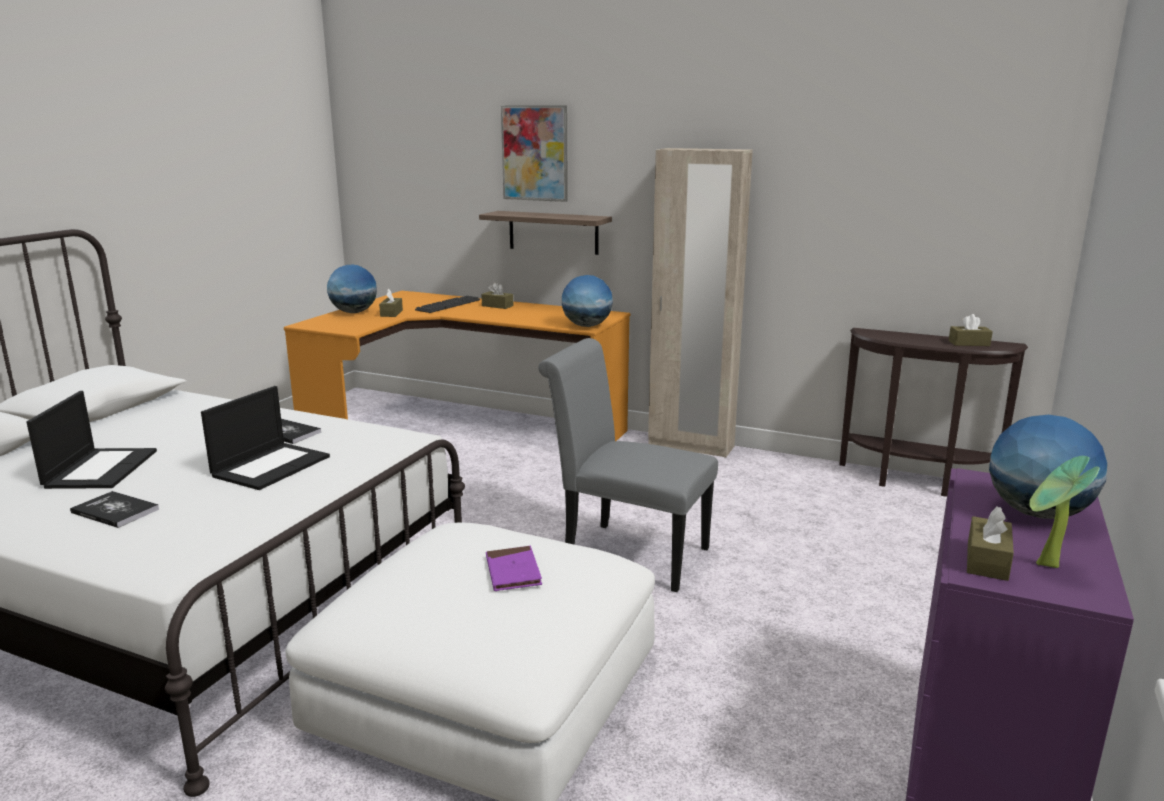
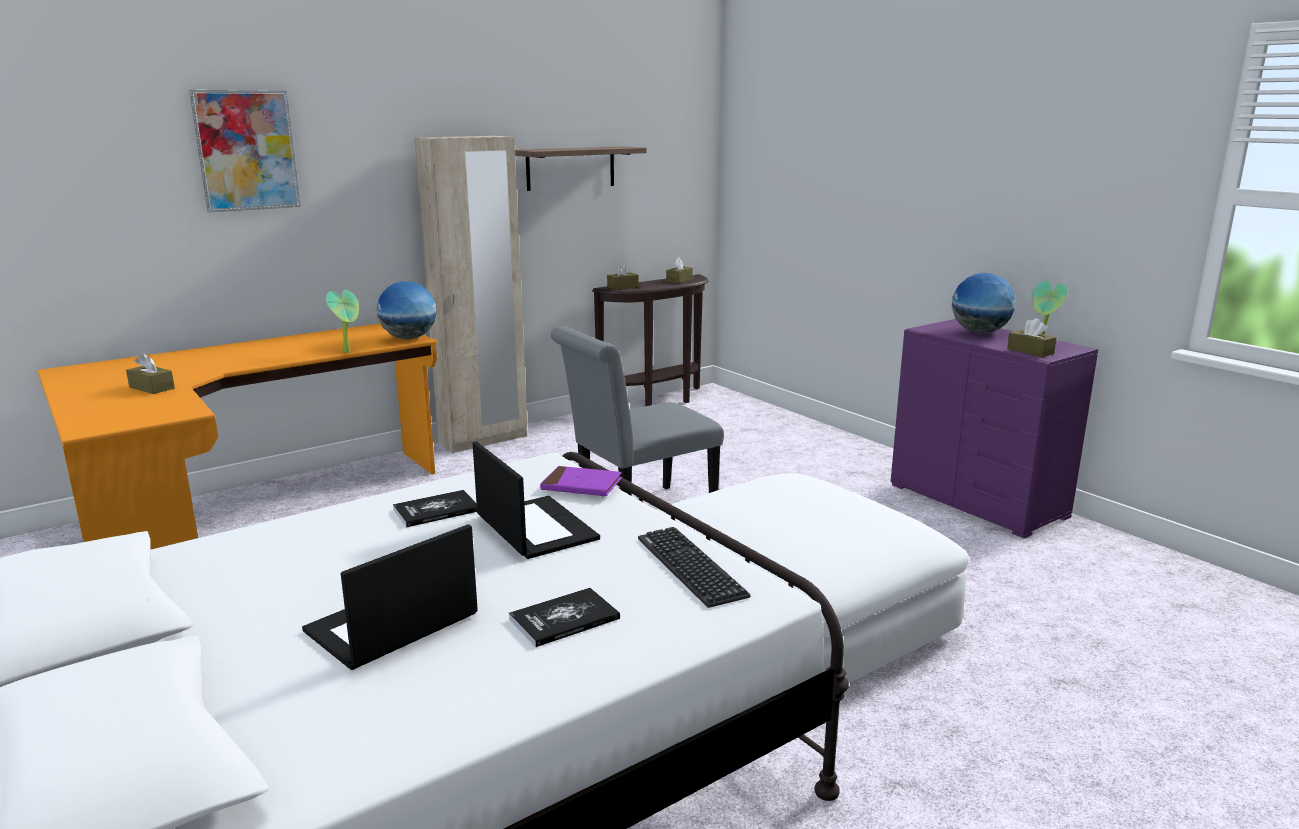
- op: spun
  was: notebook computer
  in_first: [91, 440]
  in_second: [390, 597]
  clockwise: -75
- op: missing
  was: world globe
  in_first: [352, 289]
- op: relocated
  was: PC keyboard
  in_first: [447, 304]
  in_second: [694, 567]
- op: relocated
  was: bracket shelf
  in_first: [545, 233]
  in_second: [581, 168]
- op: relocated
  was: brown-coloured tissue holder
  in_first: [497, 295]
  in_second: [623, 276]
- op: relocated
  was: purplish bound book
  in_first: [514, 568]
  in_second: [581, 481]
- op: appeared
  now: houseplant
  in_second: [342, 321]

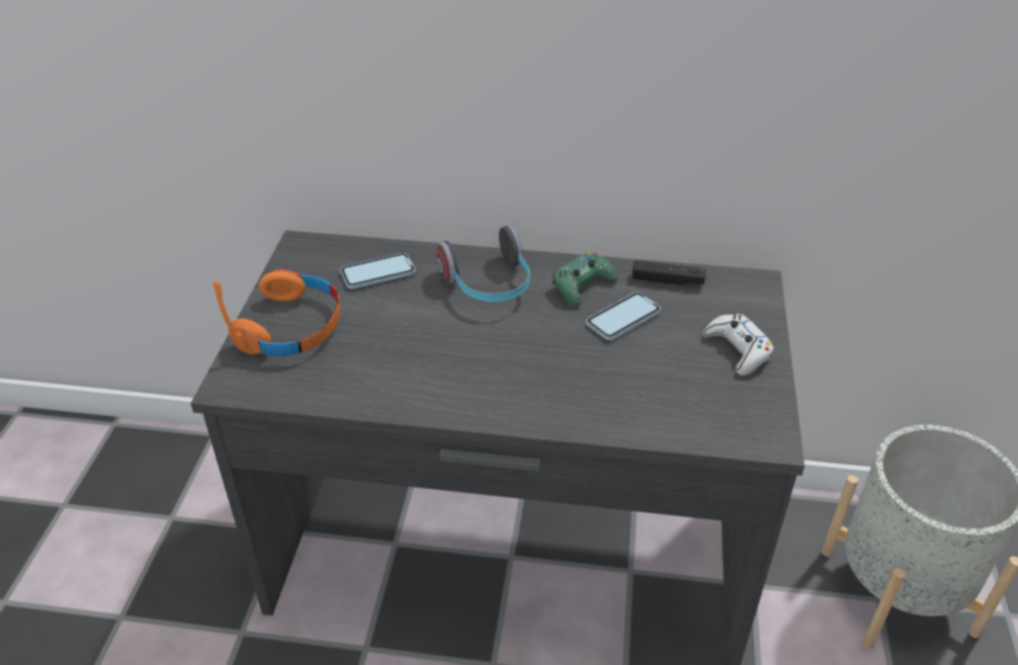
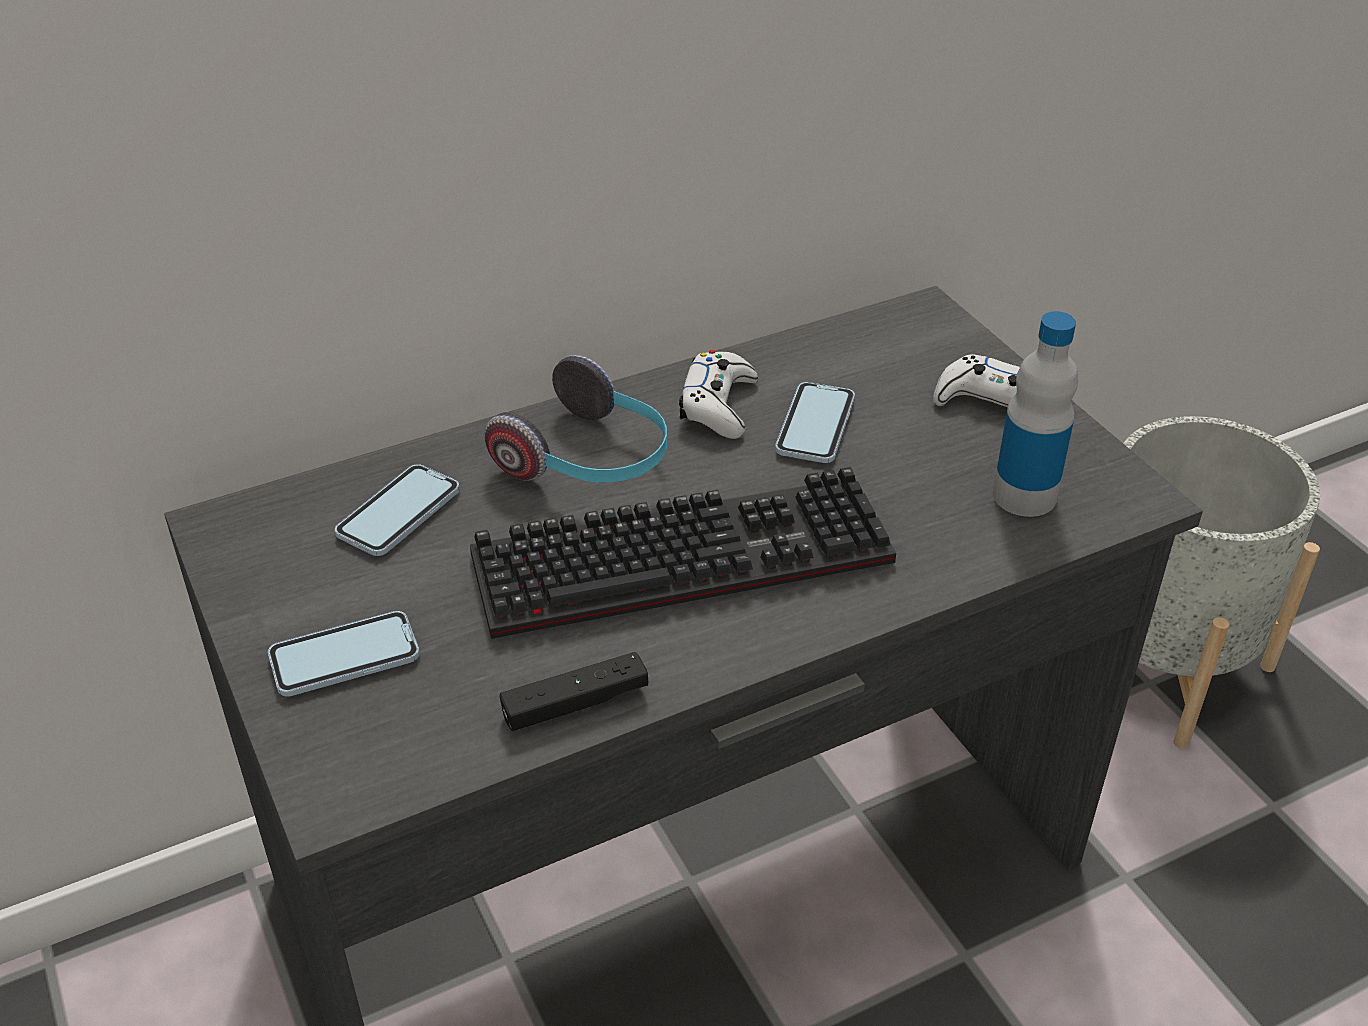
- op: exchanged
  was: orange-coloured headset
  now: telephone
  in_first: [277, 312]
  in_second: [344, 653]
- op: colour
  was: green-coloured gamepad
  now: white-coloured gamepad
  in_first: [584, 280]
  in_second: [718, 394]
- op: relocated
  was: blackish gamepad
  in_first: [669, 272]
  in_second: [573, 691]
- op: appeared
  now: PC keyboard
  in_second: [683, 553]
- op: appeared
  now: beverage bottle
  in_second: [1035, 414]

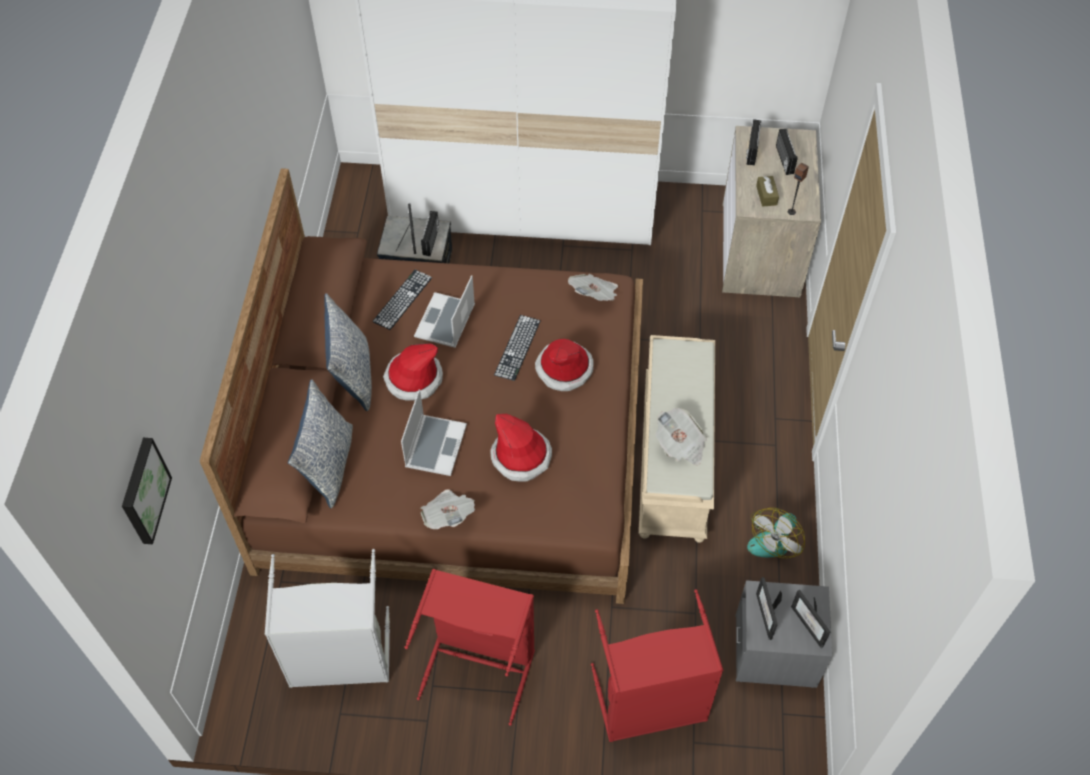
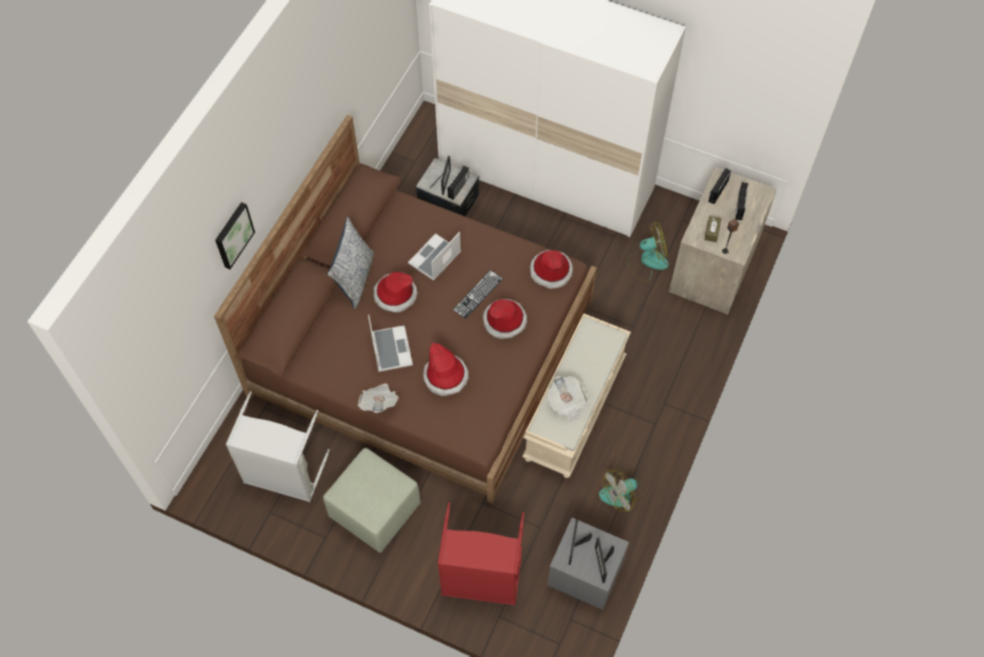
- op: relocated
  was: wall picture
  in_first: [147, 491]
  in_second: [235, 235]
- op: missing
  was: pillow
  in_first: [320, 443]
- op: missing
  was: PC keyboard
  in_first: [402, 300]
- op: spun
  was: notebook computer
  in_first: [434, 432]
  in_second: [390, 343]
  clockwise: -45
- op: exchanged
  was: red hamper
  now: green-coloured footrest
  in_first: [470, 647]
  in_second: [372, 500]
- op: exchanged
  was: daily paper
  now: wearable hat
  in_first: [593, 287]
  in_second: [551, 269]
- op: appeared
  now: electric fan
  in_second: [648, 252]

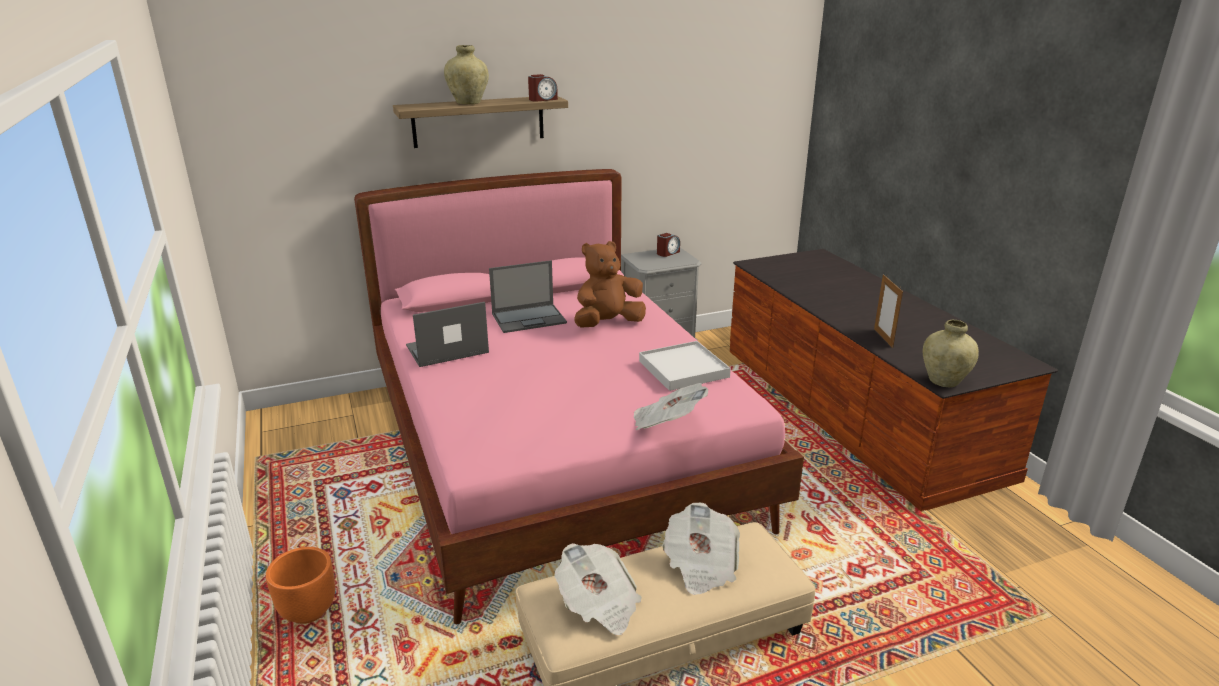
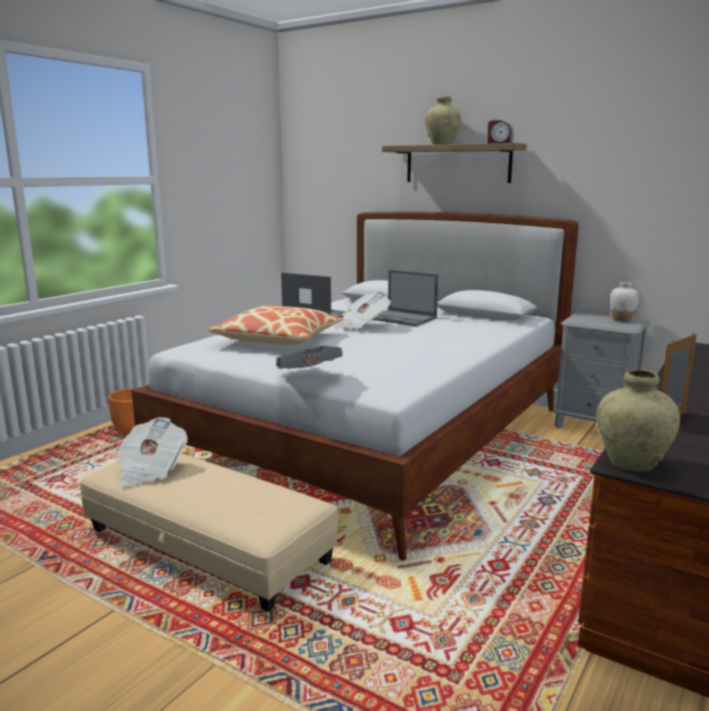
- op: colour
  was: pink bed
  now: white-coloured bed
  in_first: [579, 396]
  in_second: [355, 386]
- op: missing
  was: brown-coloured soft toy
  in_first: [610, 284]
- op: missing
  was: white-coloured carrying tray
  in_first: [685, 366]
- op: exchanged
  was: bedside clock
  now: white-coloured flower vase
  in_first: [668, 245]
  in_second: [624, 302]
- op: relocated
  was: daily paper
  in_first: [701, 548]
  in_second: [363, 310]
- op: appeared
  now: pillow
  in_second: [275, 325]

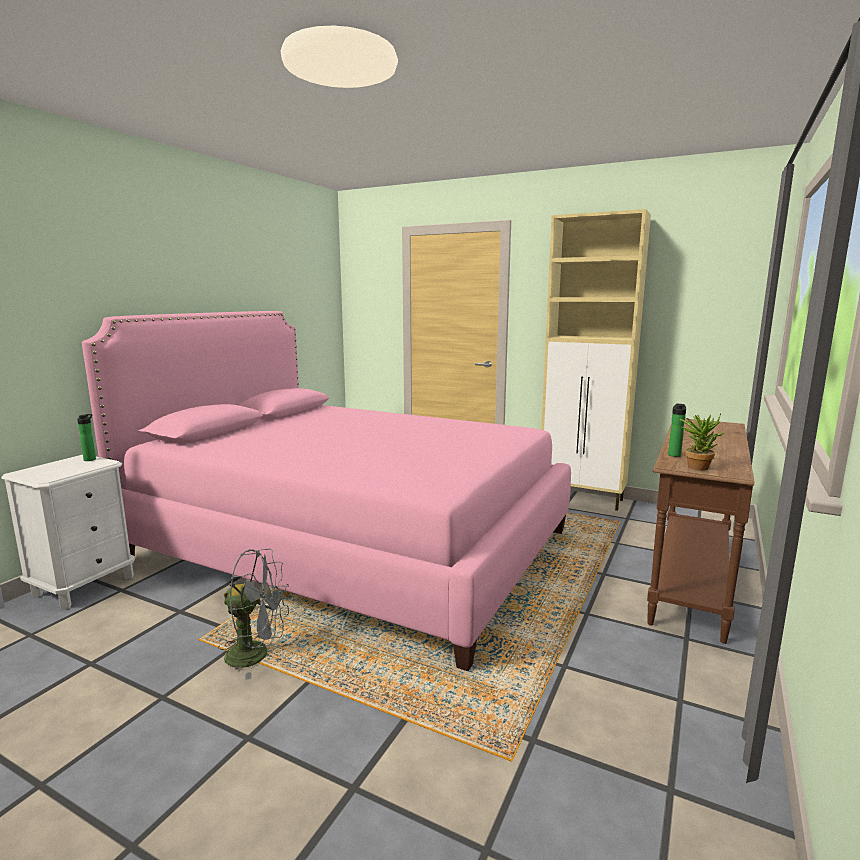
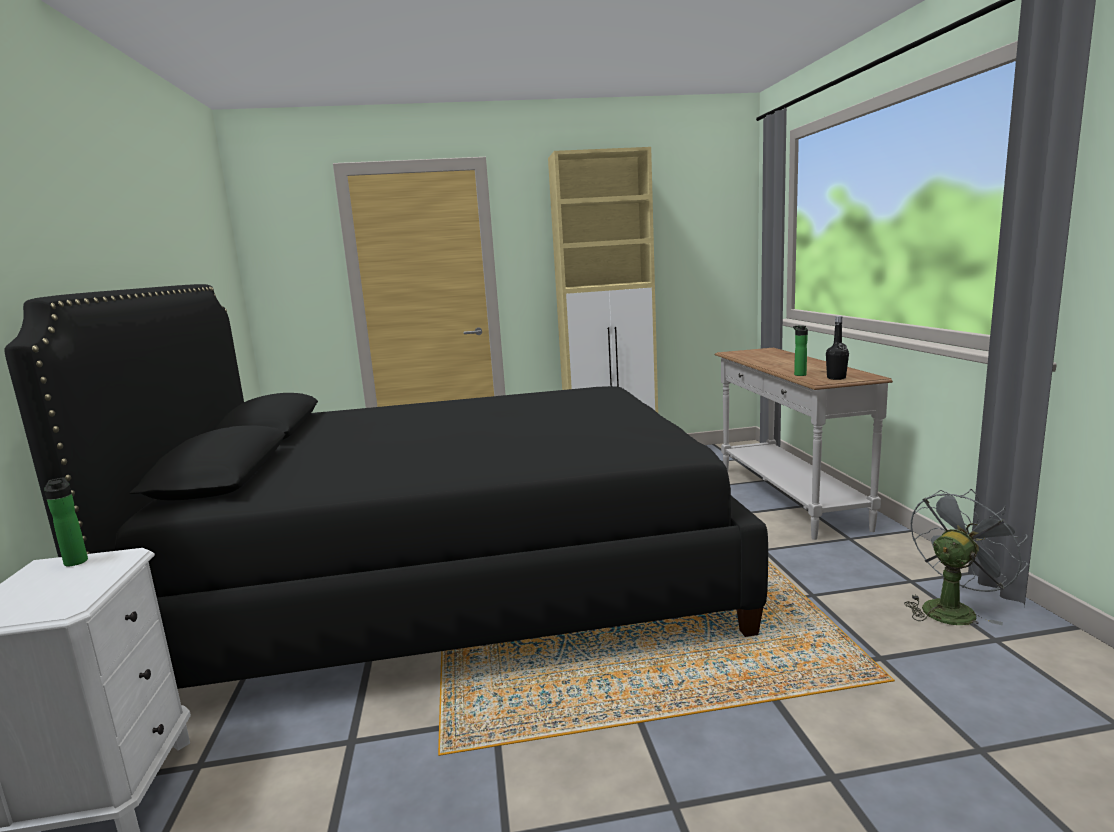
- op: colour
  was: pink bed
  now: blackish bed
  in_first: [326, 491]
  in_second: [386, 486]
- op: relocated
  was: greyish electric fan
  in_first: [253, 614]
  in_second: [966, 557]
- op: colour
  was: brown-coloured narrow table
  now: white-coloured narrow table
  in_first: [700, 531]
  in_second: [804, 444]
- op: exchanged
  was: houseplant
  now: blackish beverage bottle
  in_first: [702, 442]
  in_second: [837, 348]

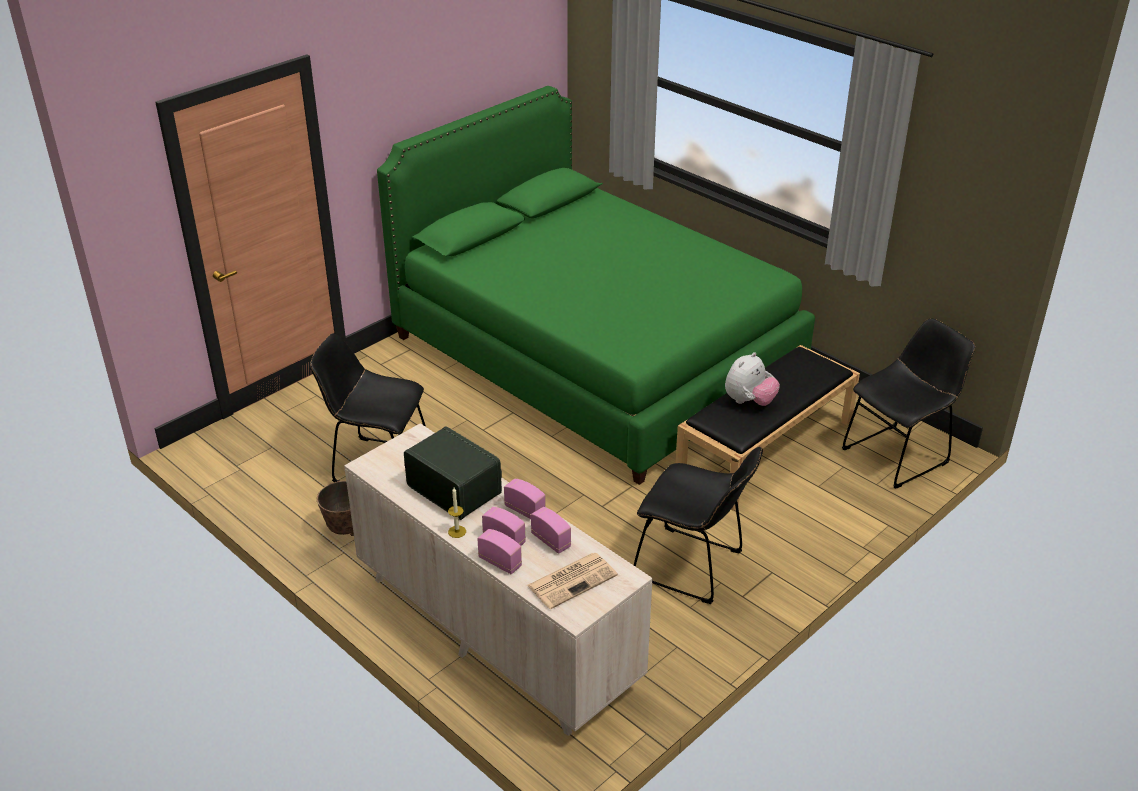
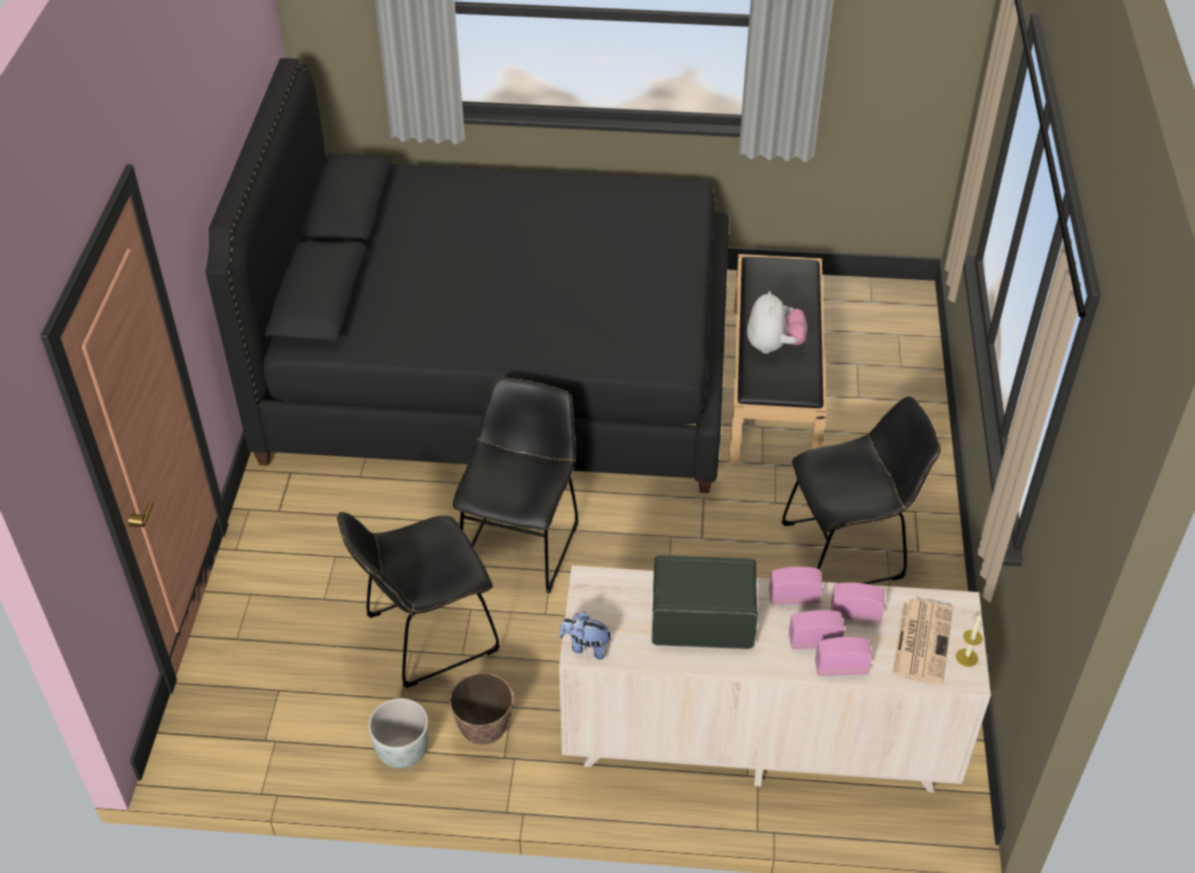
- op: colour
  was: green-coloured bed
  now: blackish bed
  in_first: [596, 285]
  in_second: [467, 275]
- op: relocated
  was: candle
  in_first: [457, 513]
  in_second: [969, 640]
- op: relocated
  was: blackish upright chair
  in_first: [908, 403]
  in_second: [516, 485]
- op: appeared
  now: greyish plant pot
  in_second: [398, 733]
- op: appeared
  now: soft toy
  in_second: [586, 636]

